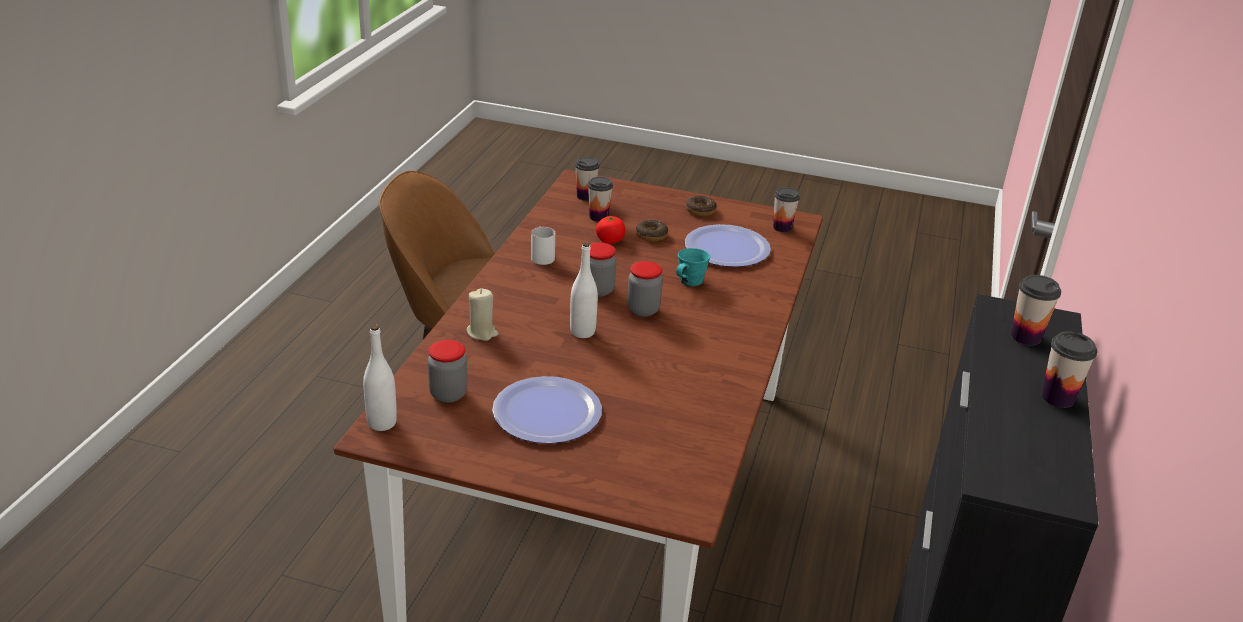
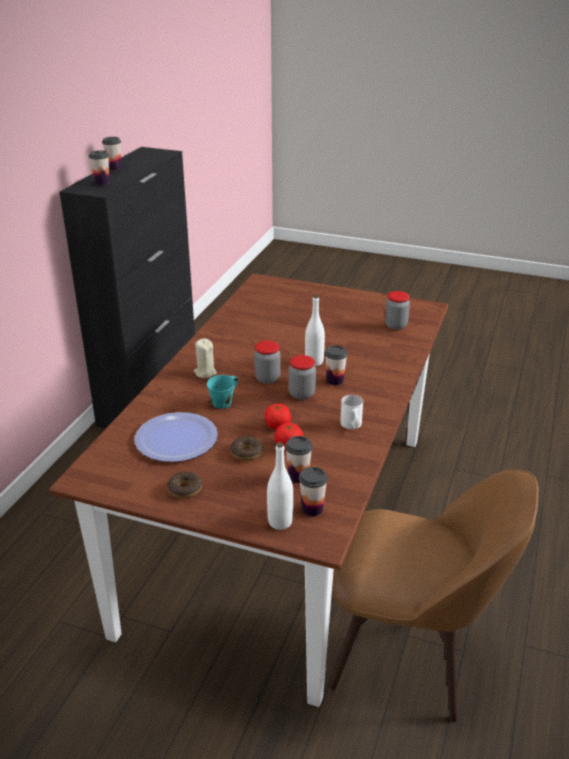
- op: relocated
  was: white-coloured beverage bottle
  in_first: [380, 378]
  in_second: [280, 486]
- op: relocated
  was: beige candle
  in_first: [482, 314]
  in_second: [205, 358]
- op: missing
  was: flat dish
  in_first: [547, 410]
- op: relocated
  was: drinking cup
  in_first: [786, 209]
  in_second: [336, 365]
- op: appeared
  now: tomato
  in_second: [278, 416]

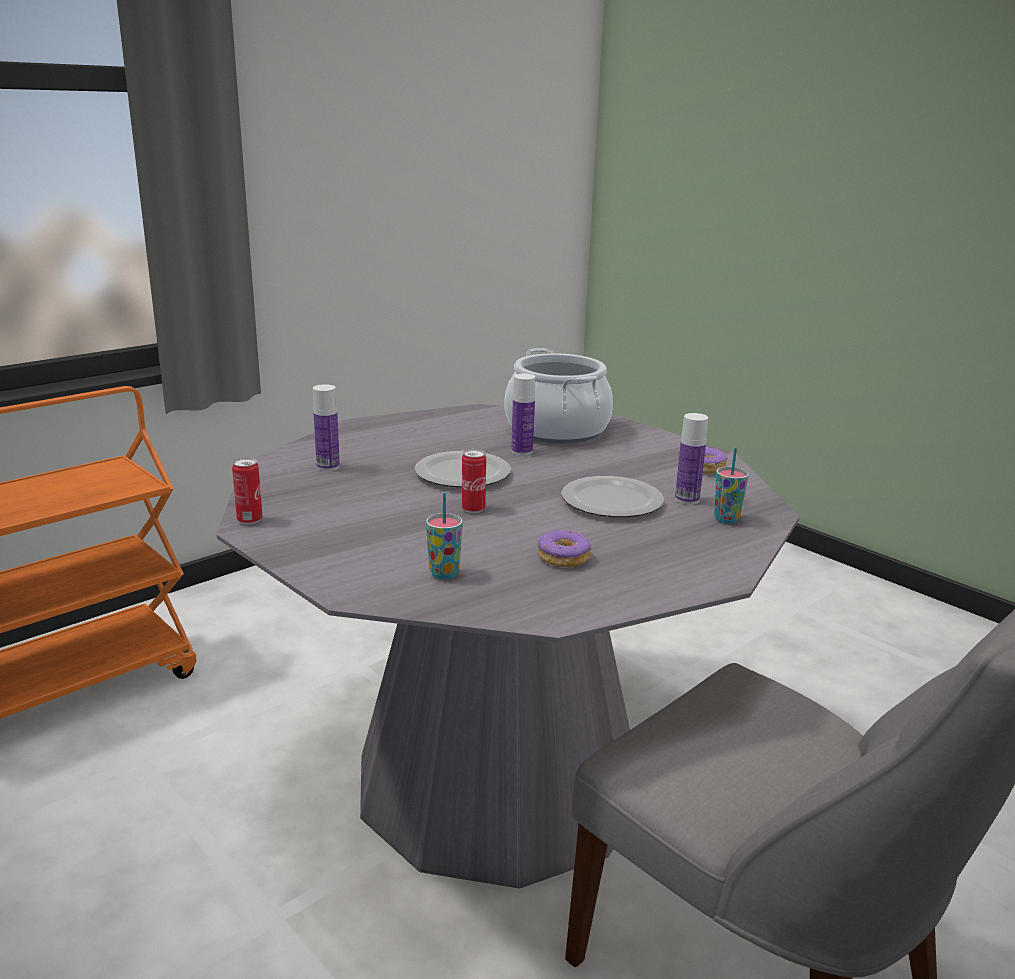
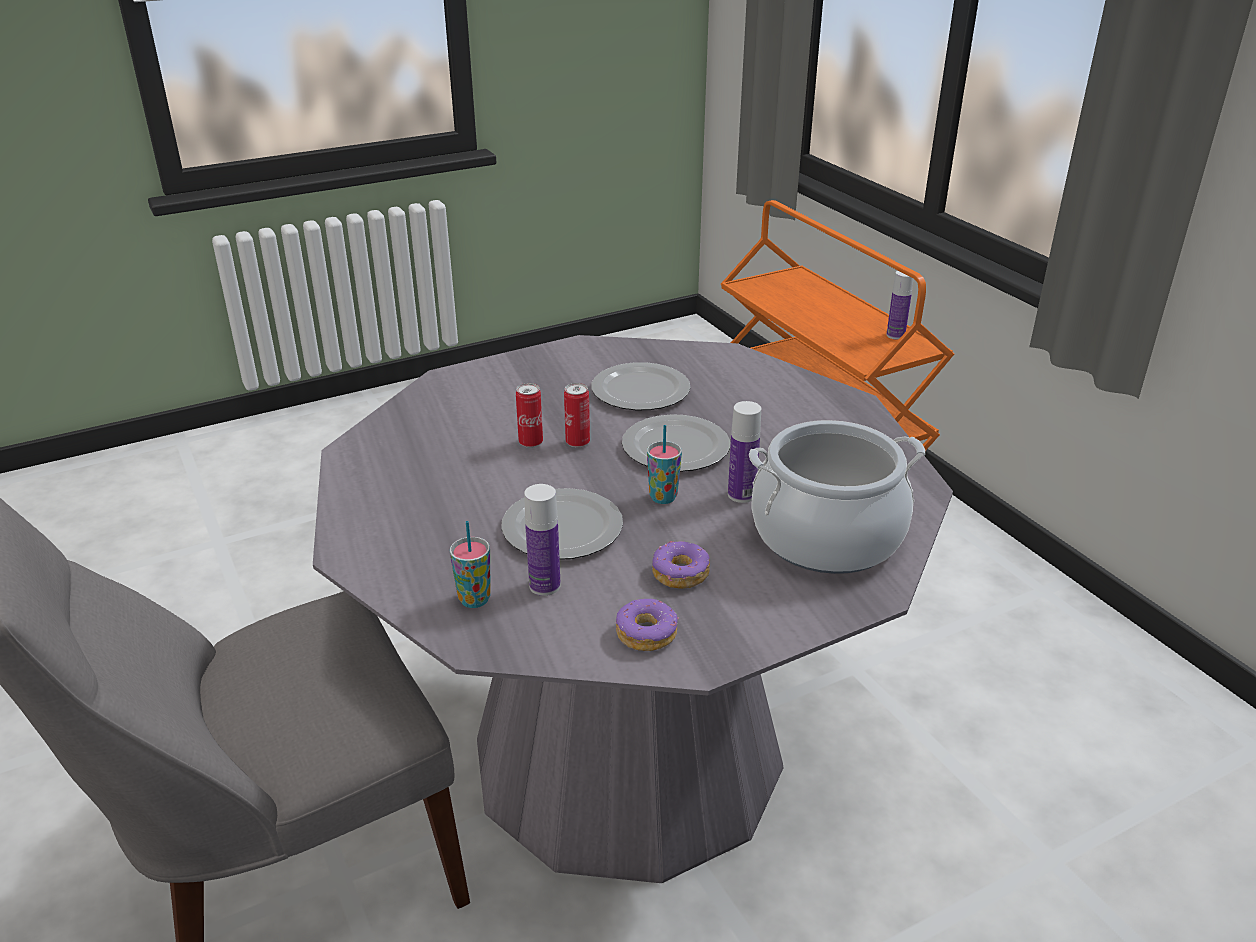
- op: relocated
  was: can
  in_first: [247, 490]
  in_second: [529, 415]
- op: relocated
  was: beverage bottle
  in_first: [326, 427]
  in_second: [899, 305]
- op: relocated
  was: drinking cup
  in_first: [444, 536]
  in_second: [664, 464]
- op: relocated
  was: ring doughnut
  in_first: [565, 548]
  in_second: [681, 565]
- op: appeared
  now: flat dish
  in_second: [641, 386]

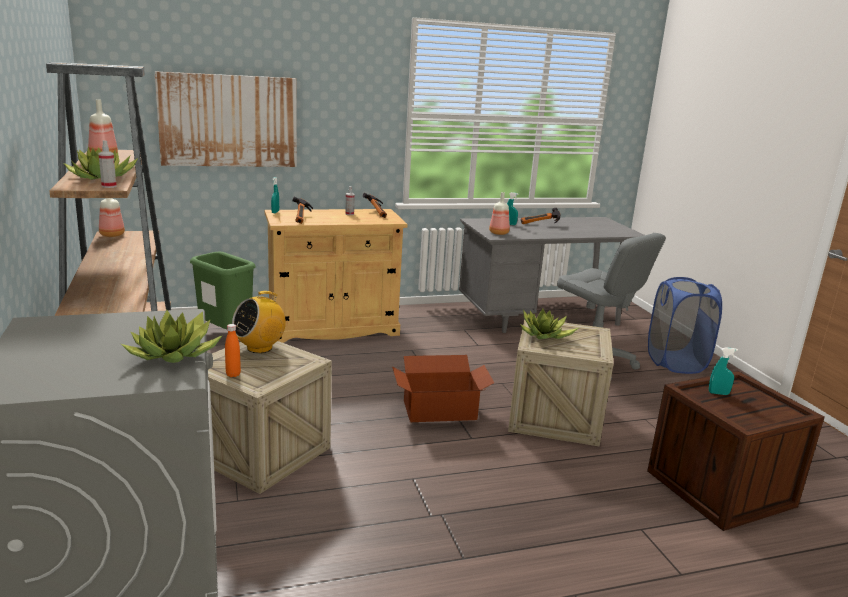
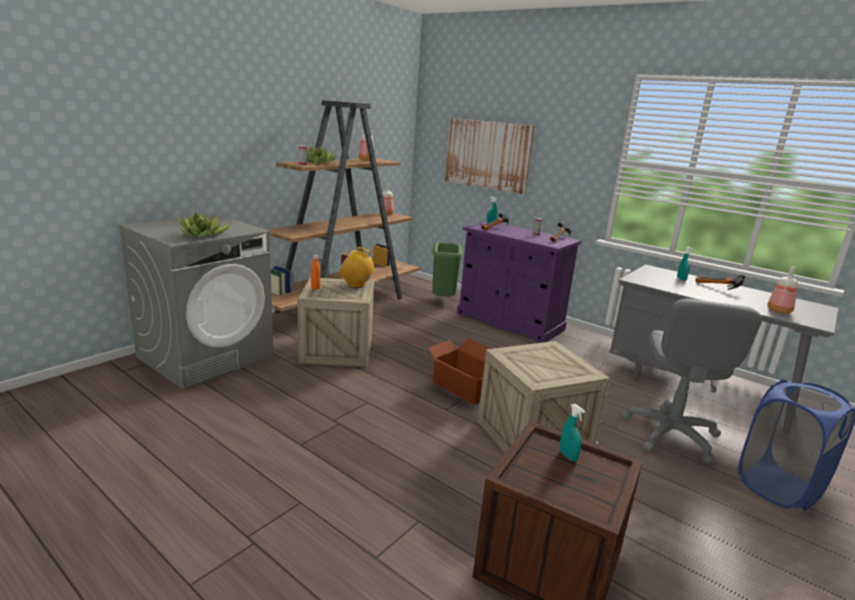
- op: colour
  was: beige cupboard
  now: purplish cupboard
  in_first: [336, 276]
  in_second: [519, 282]
- op: relocated
  was: beverage bottle
  in_first: [499, 213]
  in_second: [782, 290]
- op: missing
  was: houseplant
  in_first: [549, 324]

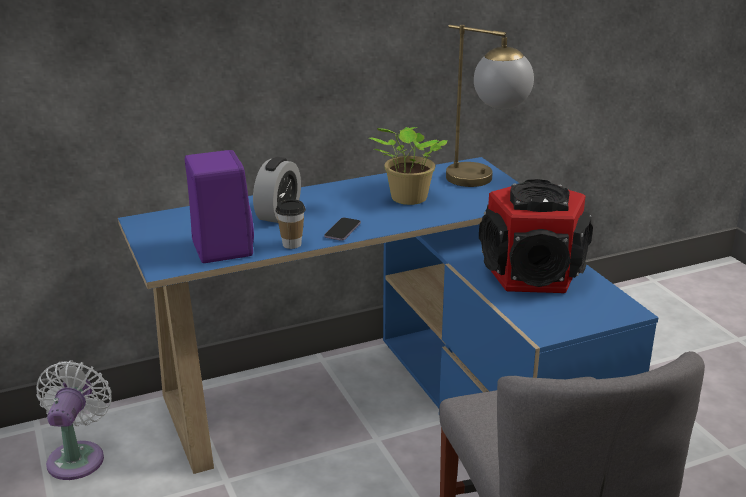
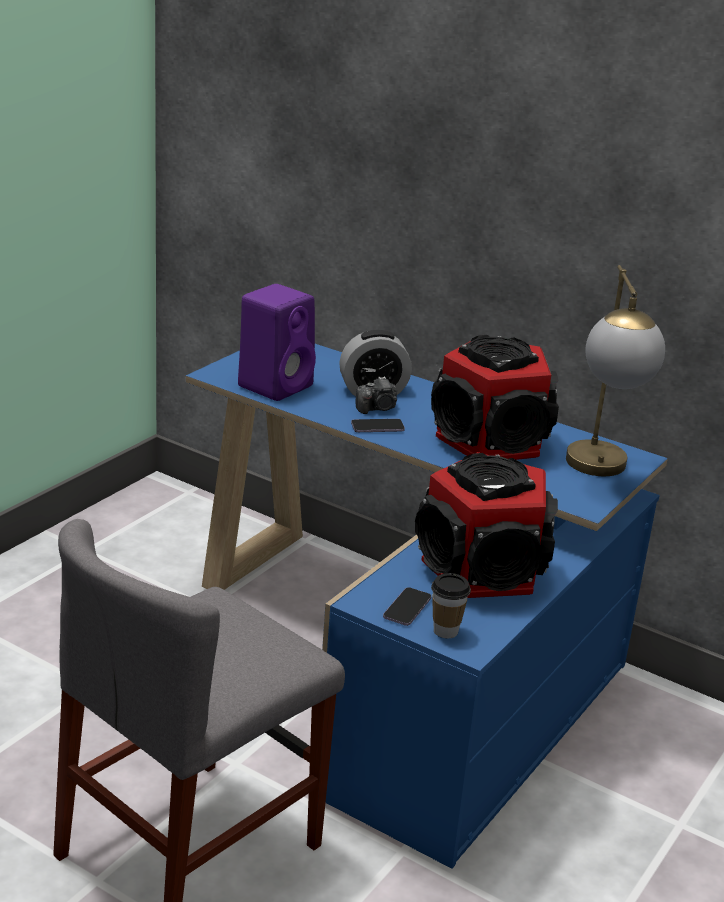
- op: missing
  was: white-coloured electric fan
  in_first: [74, 420]
- op: relocated
  was: drinking cup
  in_first: [291, 224]
  in_second: [451, 605]
- op: exchanged
  was: houseplant
  now: loudspeaker
  in_first: [408, 166]
  in_second: [495, 397]
- op: appeared
  now: still camera
  in_second: [376, 395]
- op: appeared
  now: telephone
  in_second: [407, 606]

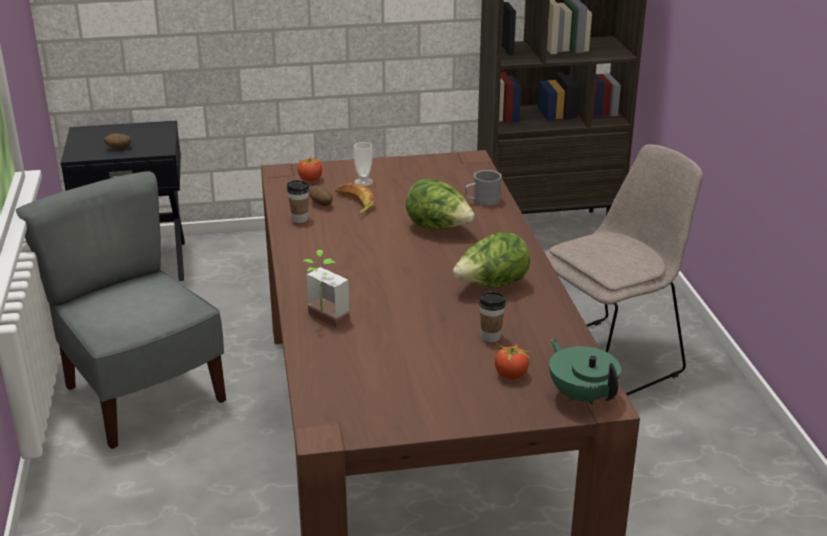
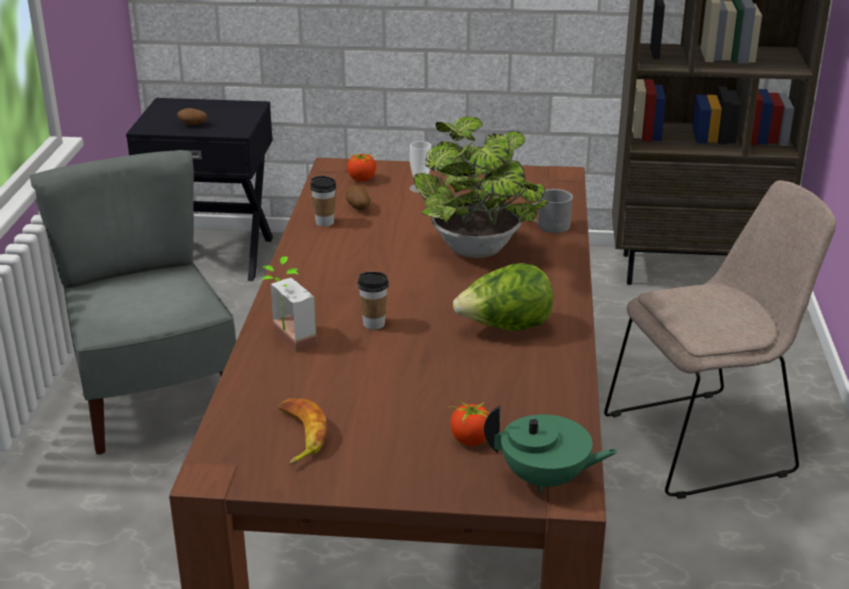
- op: relocated
  was: banana fruit
  in_first: [354, 199]
  in_second: [302, 431]
- op: exchanged
  was: lettuce head
  now: houseplant
  in_first: [440, 204]
  in_second: [481, 187]
- op: relocated
  was: drinking cup
  in_first: [492, 316]
  in_second: [373, 301]
- op: spun
  was: green-coloured tea pot
  in_first: [585, 372]
  in_second: [551, 449]
  clockwise: 120

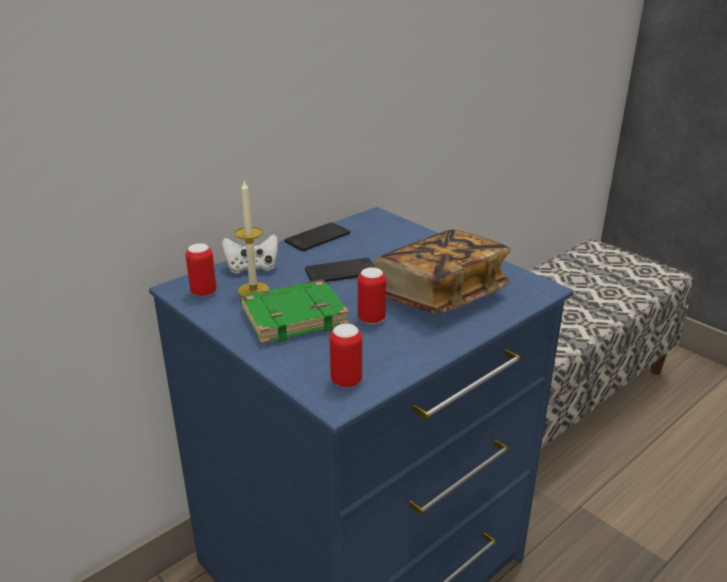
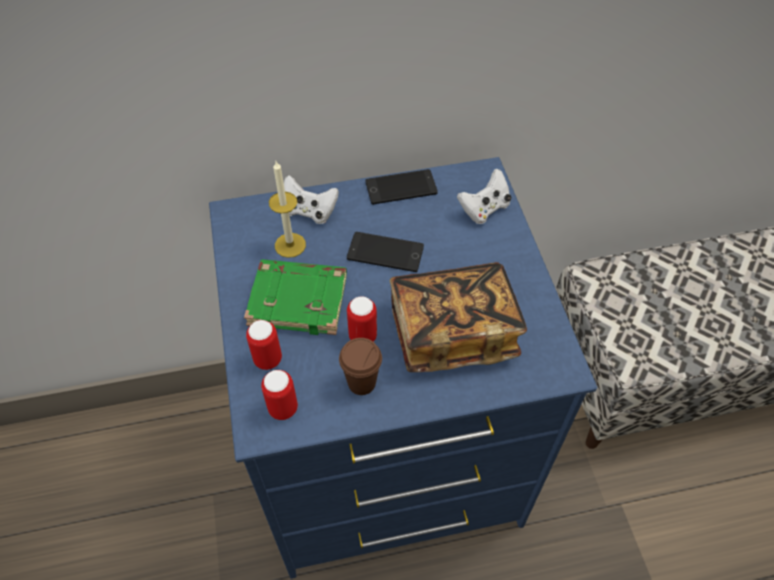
- op: relocated
  was: can
  in_first: [201, 270]
  in_second: [264, 345]
- op: appeared
  now: brown-coloured drinking cup
  in_second: [360, 366]
- op: appeared
  now: white-coloured gamepad
  in_second: [484, 196]

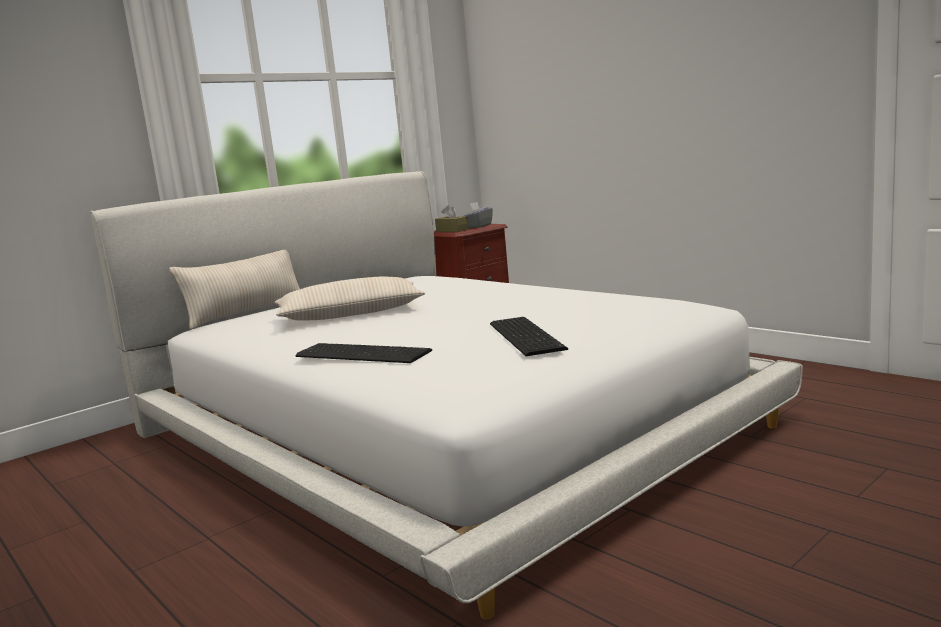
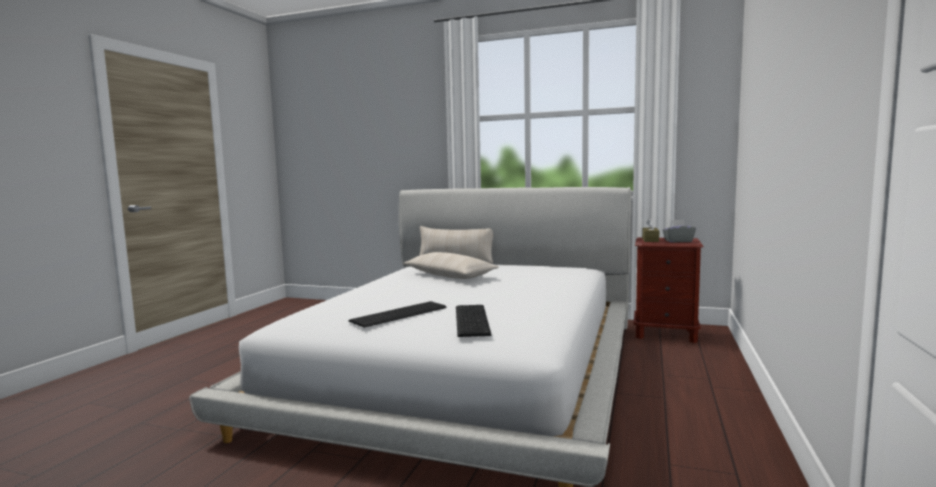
- op: relocated
  was: PC keyboard
  in_first: [364, 353]
  in_second: [473, 321]

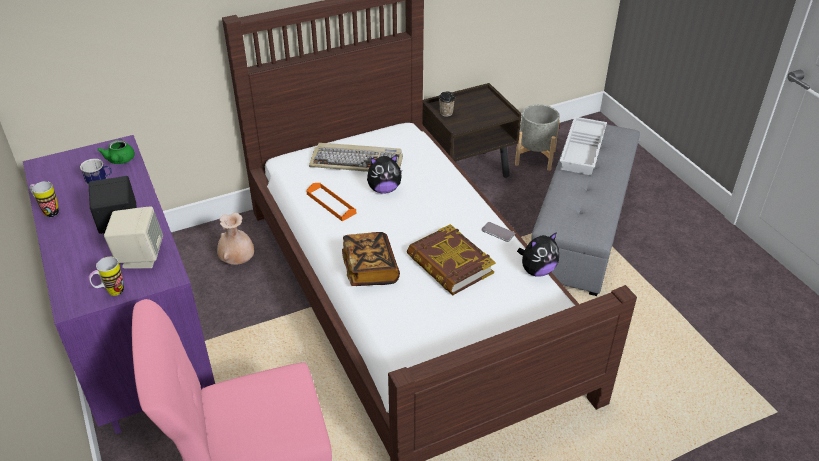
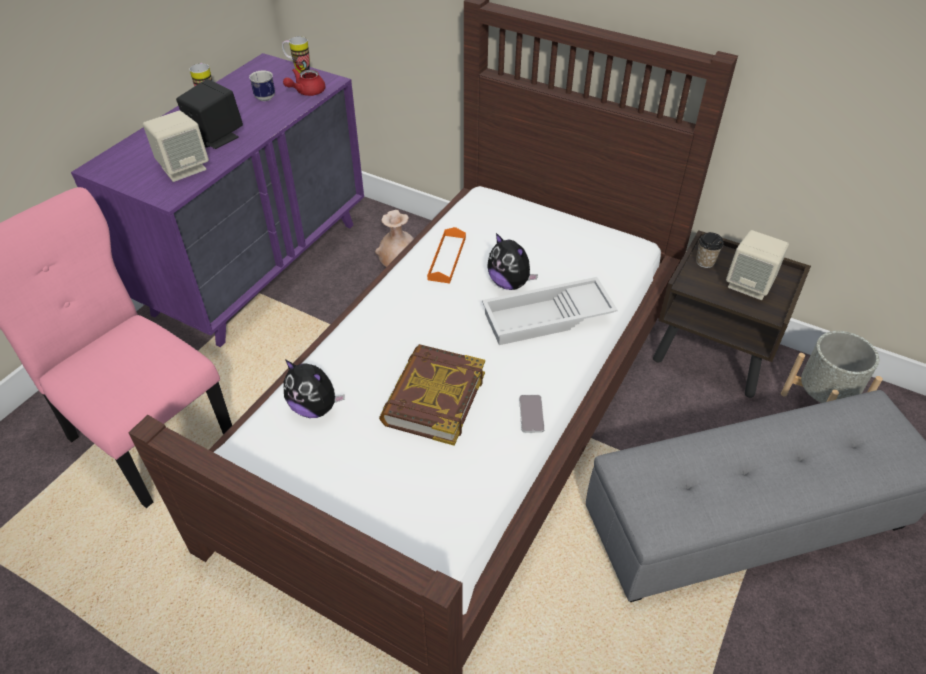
- op: relocated
  was: tea mug
  in_first: [106, 276]
  in_second: [296, 54]
- op: colour
  was: green-coloured tea pot
  now: red tea pot
  in_first: [116, 152]
  in_second: [304, 82]
- op: missing
  was: PC keyboard
  in_first: [356, 157]
- op: missing
  was: bound book
  in_first: [371, 259]
- op: relocated
  was: soft toy
  in_first: [538, 254]
  in_second: [314, 388]
- op: relocated
  was: white-coloured carrying tray
  in_first: [583, 145]
  in_second: [550, 311]
- op: appeared
  now: beige loudspeaker
  in_second: [757, 265]

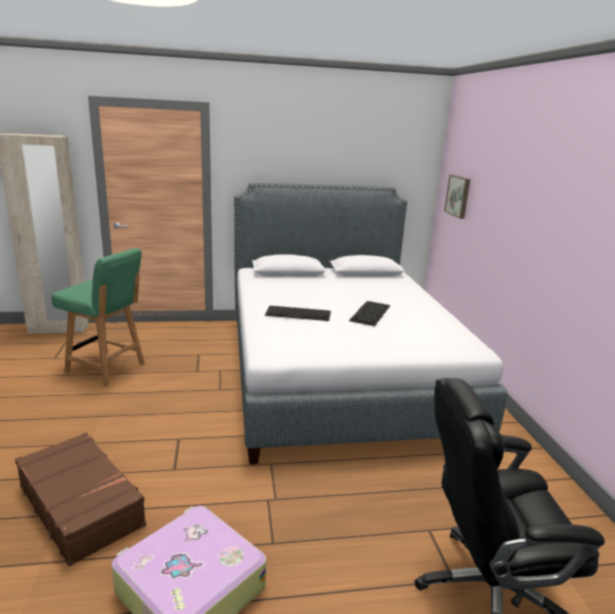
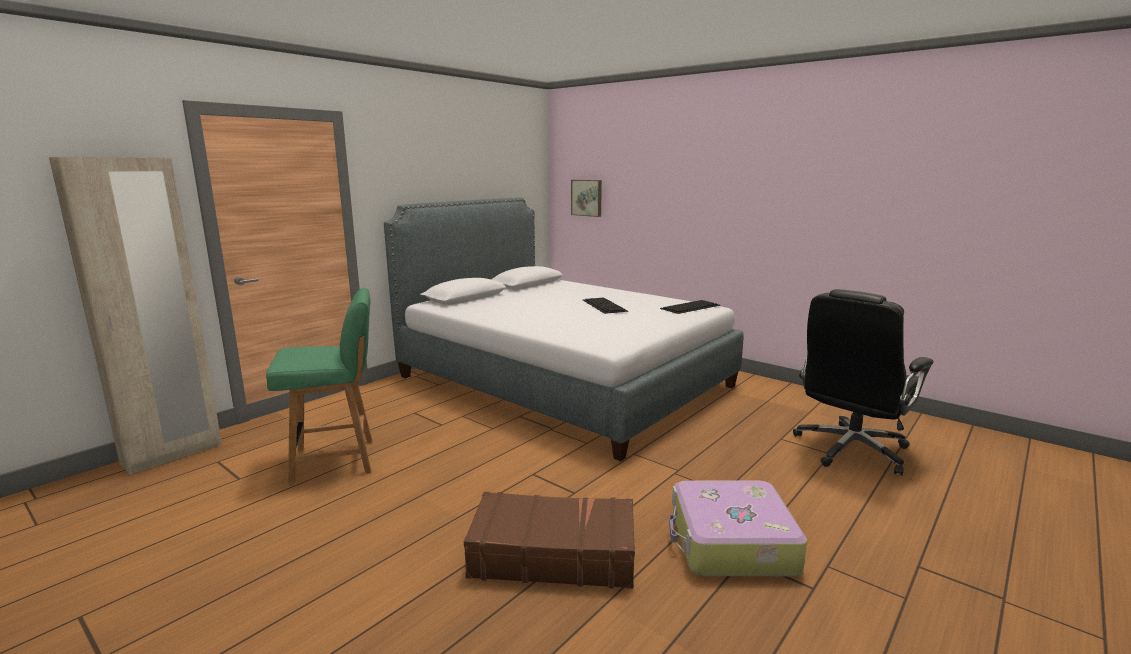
- op: relocated
  was: PC keyboard
  in_first: [298, 313]
  in_second: [690, 307]

